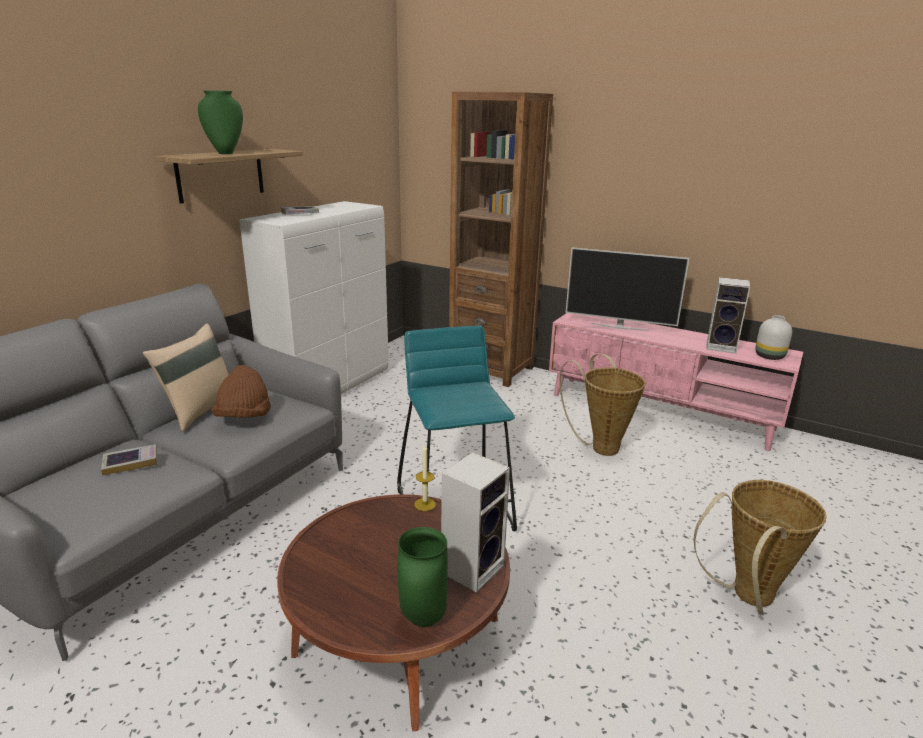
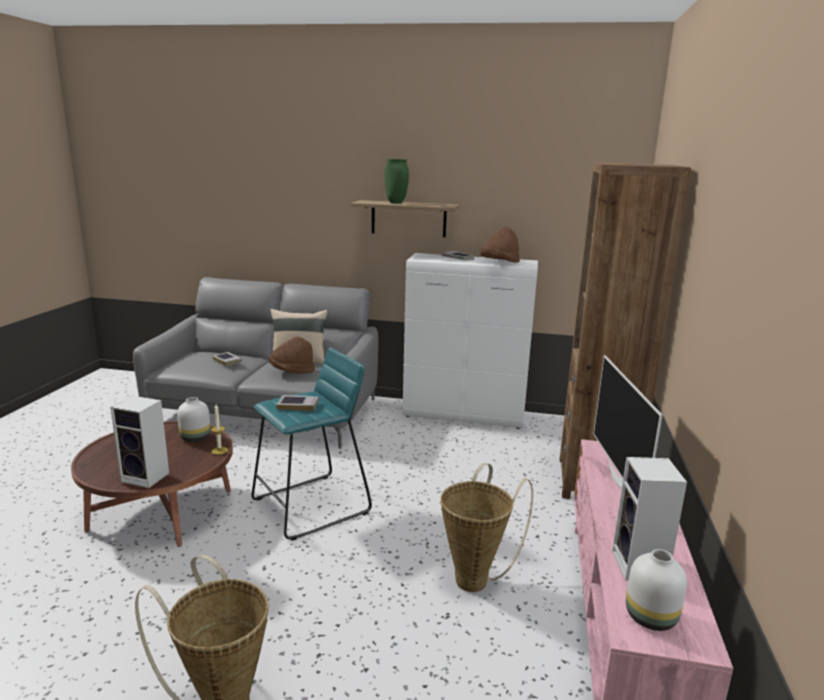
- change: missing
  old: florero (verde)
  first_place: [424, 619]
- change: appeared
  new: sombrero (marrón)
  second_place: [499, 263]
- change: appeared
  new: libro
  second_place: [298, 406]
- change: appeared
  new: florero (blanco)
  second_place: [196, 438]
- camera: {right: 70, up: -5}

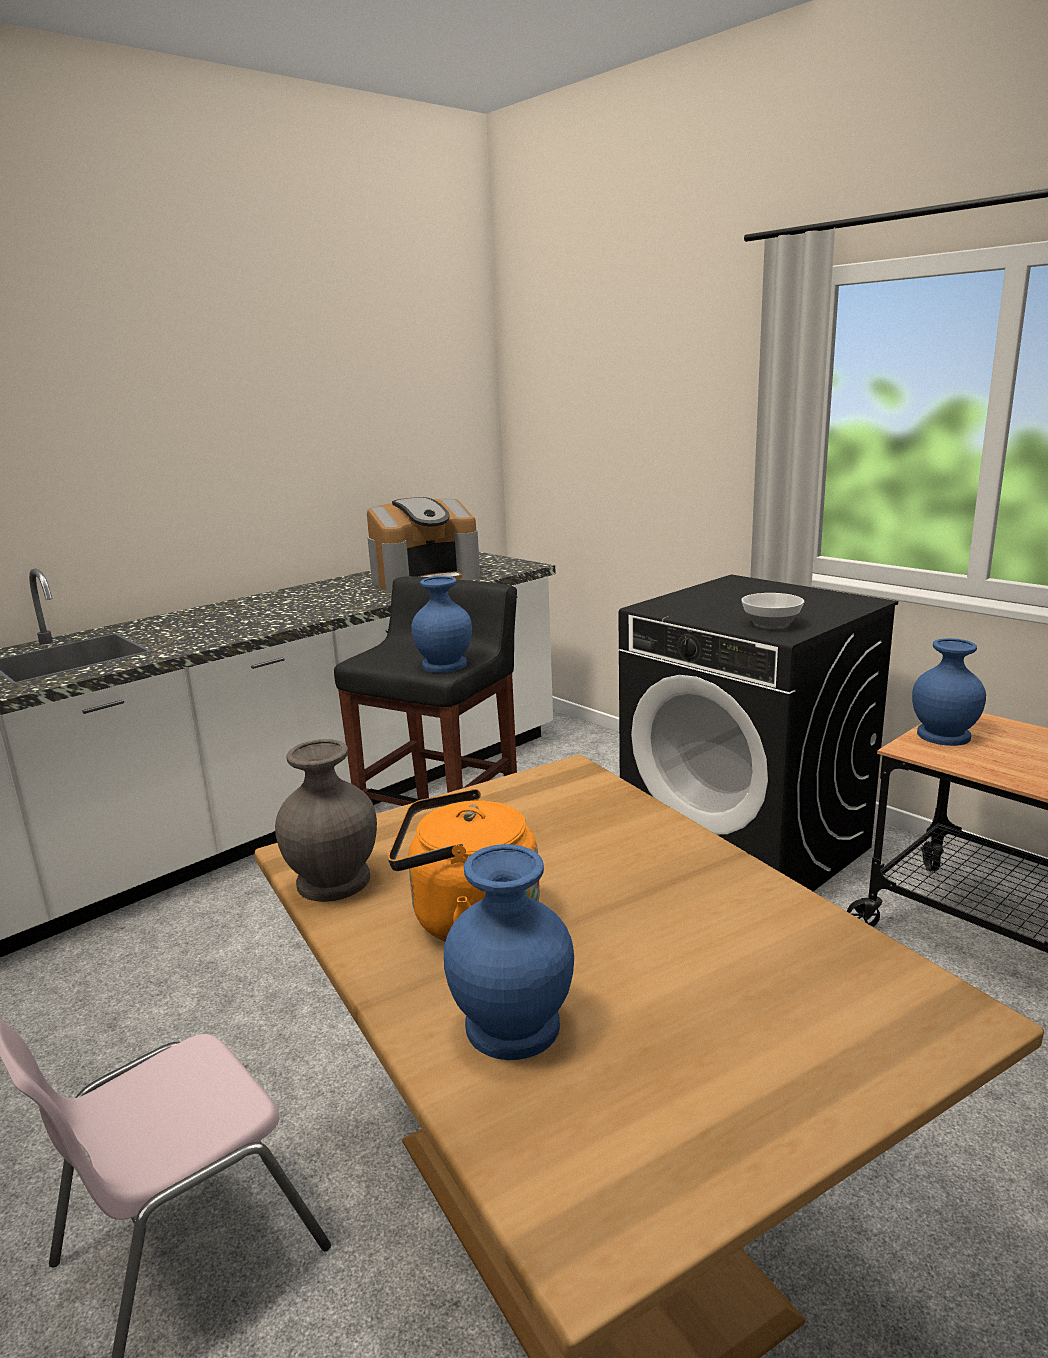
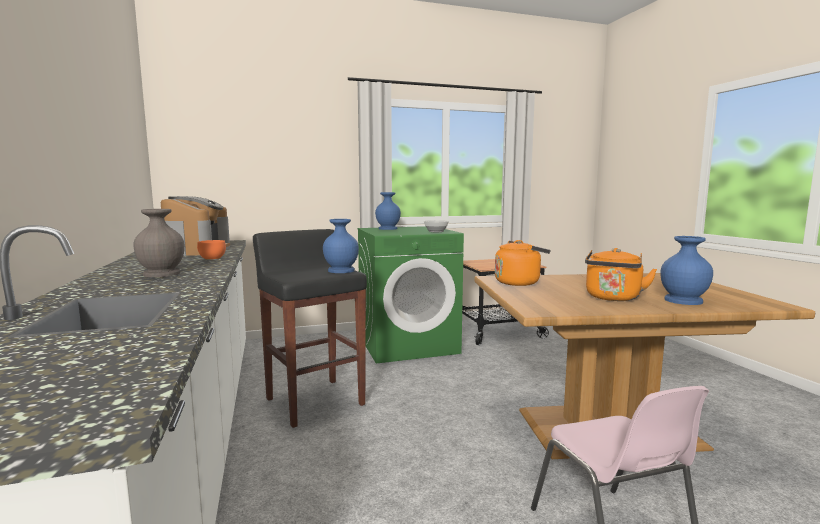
- change: colour
  old: lavadora (negro)
  new: lavadora (verde)
  first_place: [746, 848]
  second_place: [408, 344]
- change: relocated
  old: florero (azul)
  first_place: [943, 735]
  second_place: [387, 228]
- change: relocated
  old: florero (gris)
  first_place: [332, 882]
  second_place: [162, 274]
- change: appeared
  new: cuenco (naranja)
  second_place: [213, 259]
- change: appeared
  new: hervidor (naranja)
  second_place: [519, 282]
- camera: {right: -65, up: -10}

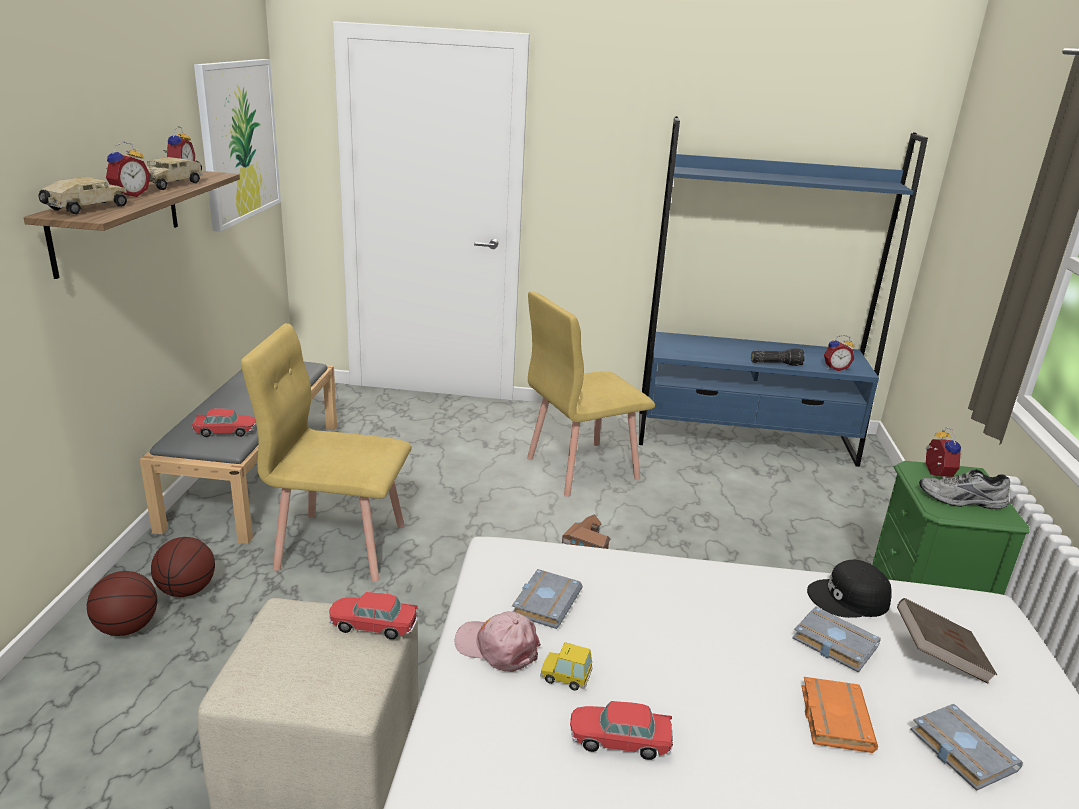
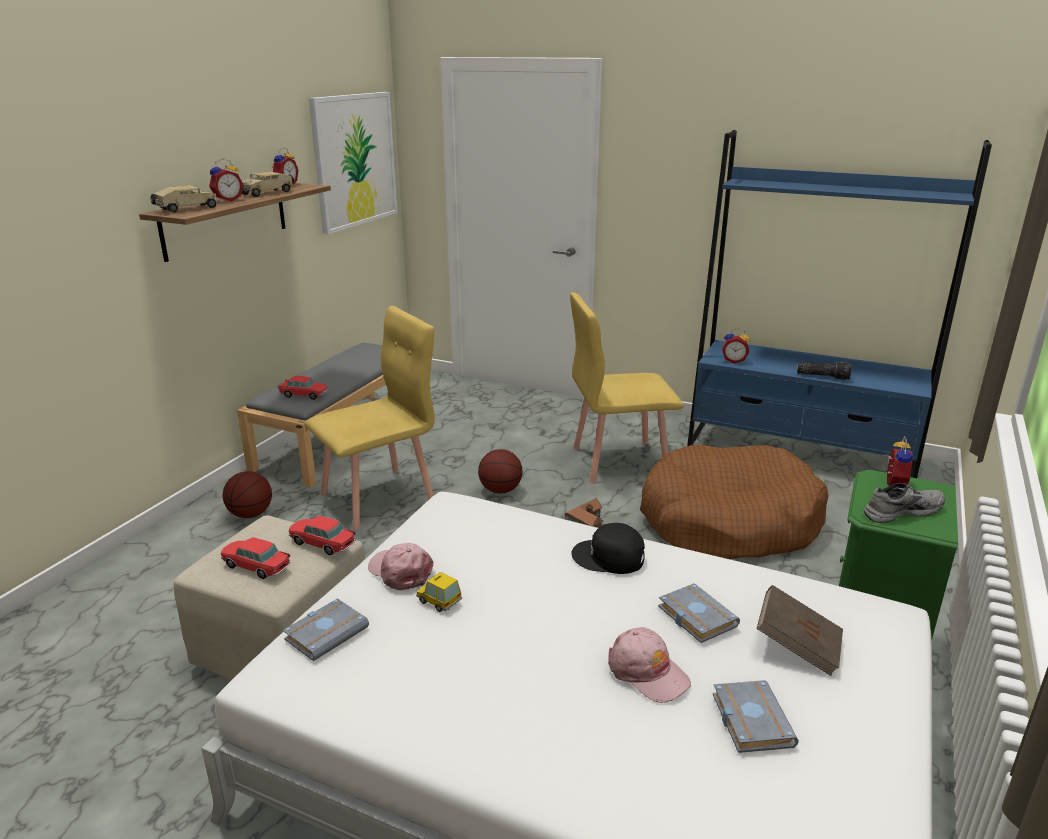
- change: spun
  old: silla (amarillo)
  first_place: [340, 545]
  second_place: [379, 497]
  degrees: 120
- change: relocated
  old: despertador
  first_place: [835, 368]
  second_place: [734, 361]
- change: spun
  old: zapato (gris)
  first_place: [962, 500]
  second_place: [901, 510]
  degrees: 135
- change: relocated
  old: gorra (negro)
  first_place: [849, 599]
  second_place: [609, 557]
- change: relocated
  old: libro (gris)
  first_place: [545, 602]
  second_place: [326, 632]
- change: relocated
  old: balón de baloncesto
  first_place: [127, 628]
  second_place: [500, 490]
- change: exchanged
  old: libro (naranja)
  new: gorra (rosa)
  first_place: [832, 717]
  second_place: [647, 672]
- change: relocated
  old: coche de juguete
  first_place: [620, 740]
  second_place: [256, 566]
- change: appeared
  new: cama para perro (marrón)
  second_place: [728, 521]
- camera: {right: 20, up: 0}

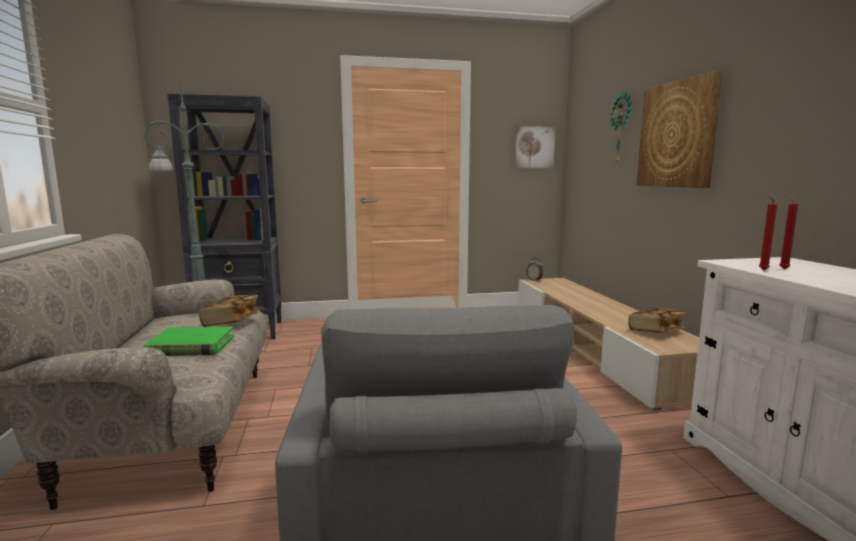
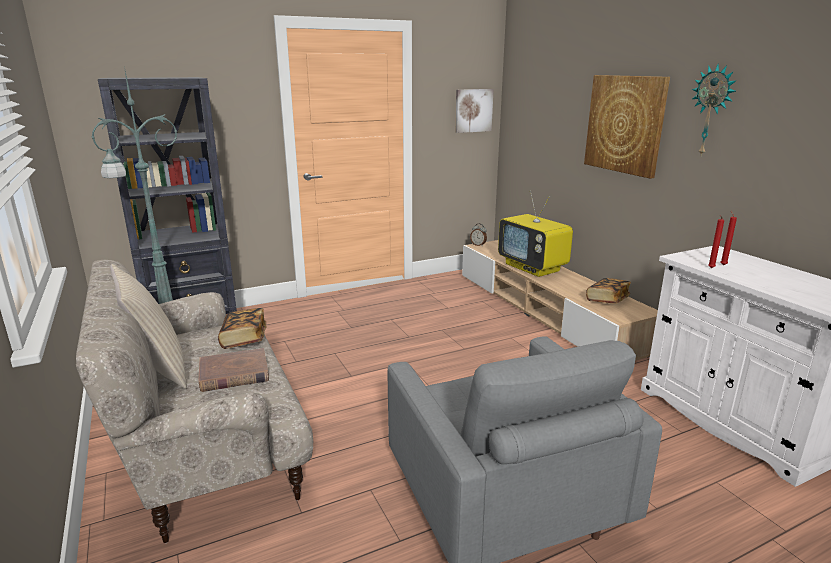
- change: relocated
  old: reloj de pared
  first_place: [622, 128]
  second_place: [711, 111]
- change: colour
  old: libro (verde)
  new: libro (marrón)
  first_place: [191, 346]
  second_place: [234, 373]
- change: appeared
  new: televisor
  second_place: [533, 267]
- change: appeared
  new: cojín (beis)
  second_place: [156, 370]
- camera: {right: -15, up: 10}

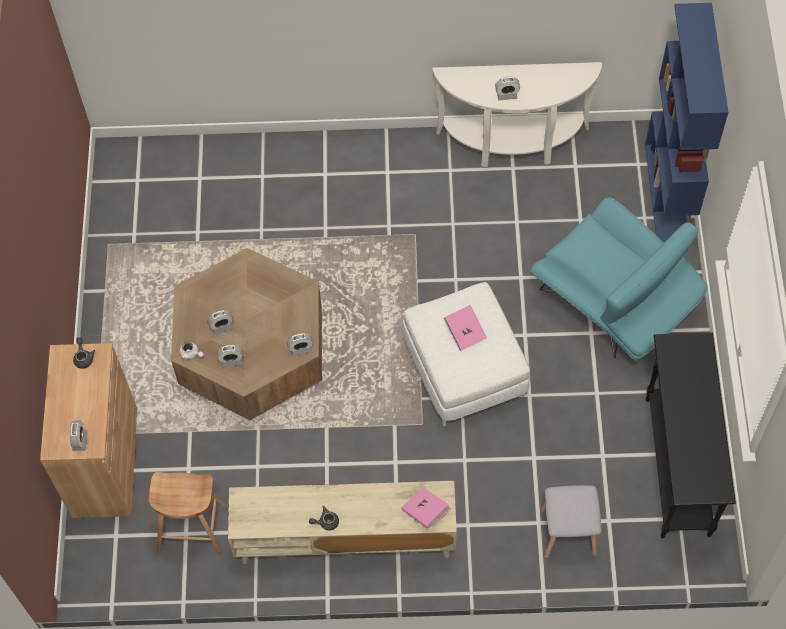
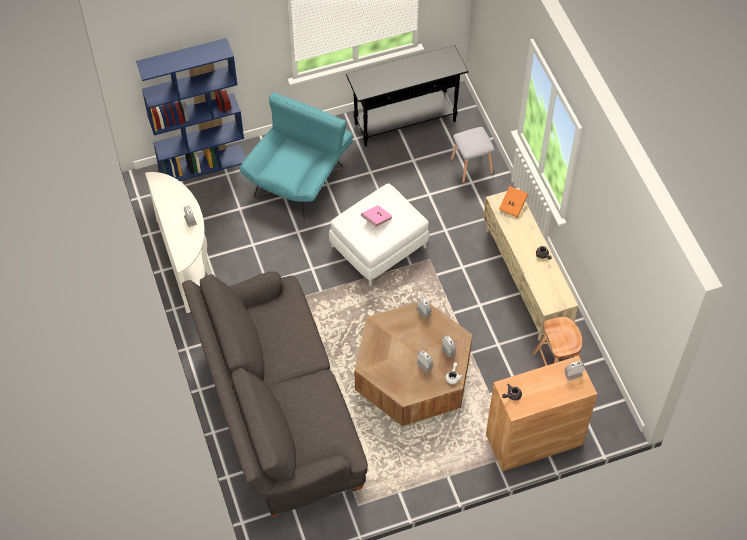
- change: colour
  old: libro (rosa)
  new: libro (naranja)
  first_place: [425, 512]
  second_place: [513, 206]
- change: appeared
  new: sofá (gris)
  second_place: [278, 412]
- camera: {right: -110, up: -5}

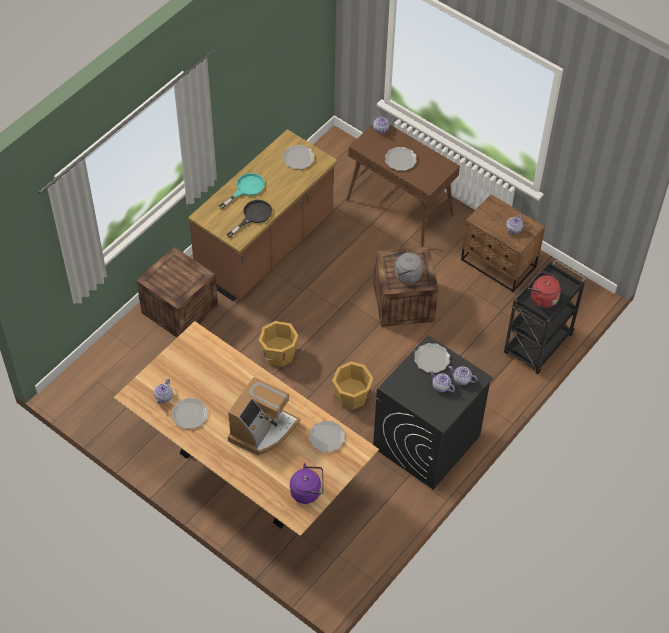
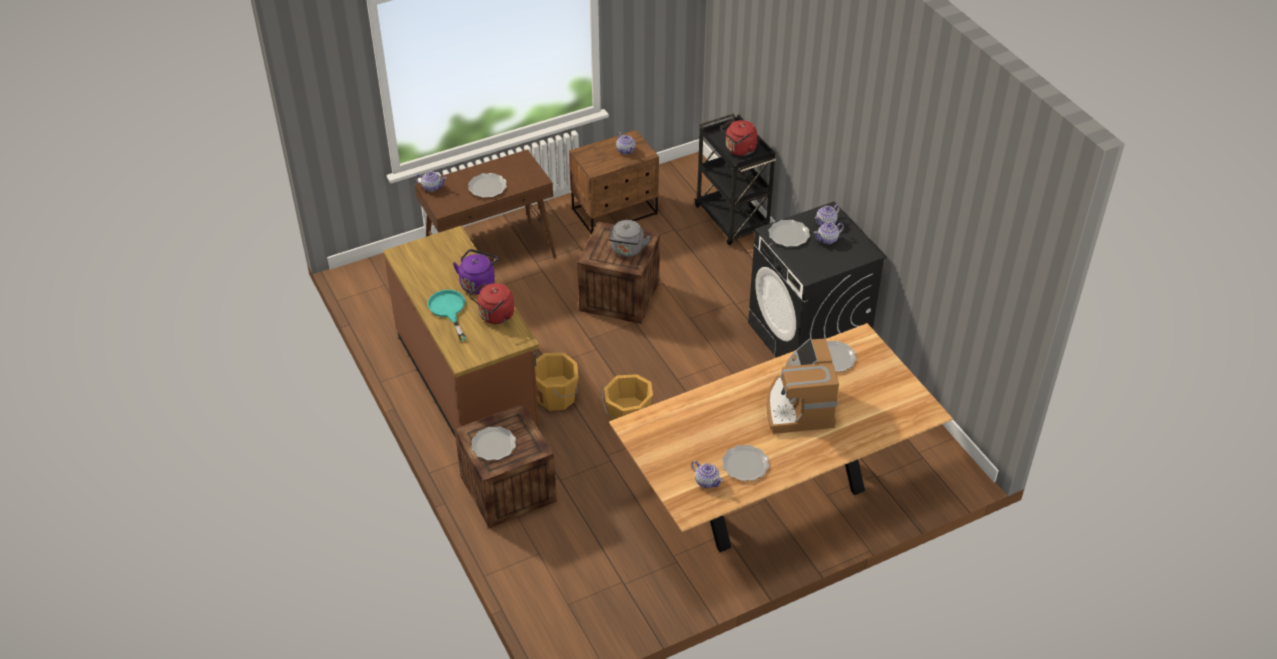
- change: relocated
  old: plato
  first_place: [298, 158]
  second_place: [494, 445]
- change: exchanged
  old: sartén (negro)
  new: hervidor (rojo)
  first_place: [253, 216]
  second_place: [495, 316]
- change: relocated
  old: cubo (naranja)
  first_place: [352, 397]
  second_place: [557, 397]
- change: spun
  old: cafetera
  first_place: [263, 430]
  second_place: [798, 407]
  degrees: -150
- change: relocated
  old: hervidor (morado)
  first_place: [307, 492]
  second_place: [478, 283]
- camera: {right: -65, up: -10}

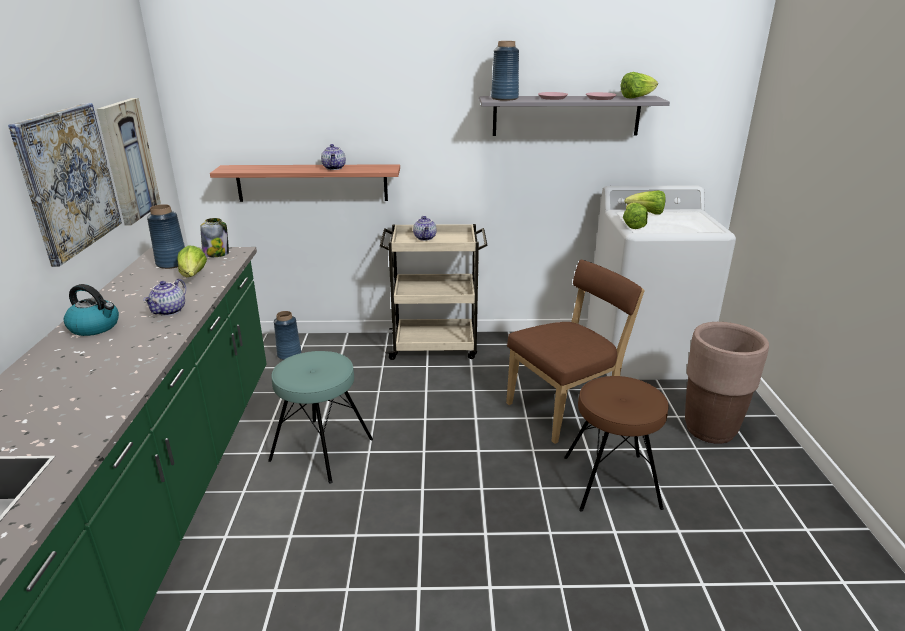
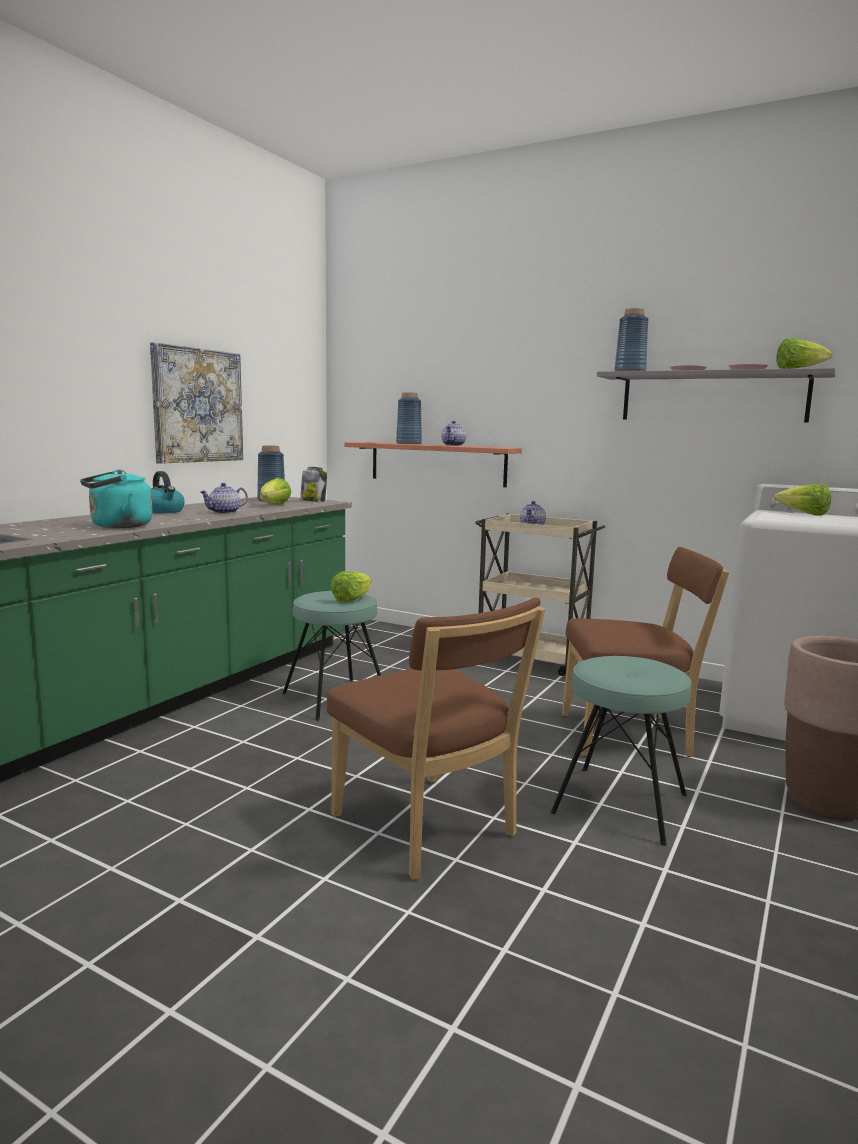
- change: missing
  old: cuadro
  first_place: [128, 160]
- change: relocated
  old: lechuga
  first_place: [632, 225]
  second_place: [352, 599]
- change: relocated
  old: florero (azul)
  first_place: [289, 355]
  second_place: [409, 443]
- change: colour
  old: taburete (marrón)
  new: taburete (turquesa)
  first_place: [611, 482]
  second_place: [620, 804]
- change: appeared
  new: hervidor (turquesa)
  second_place: [118, 526]
- change: appeared
  new: silla (marrón)
  second_place: [428, 829]
- camera: {right: 30, up: -15}

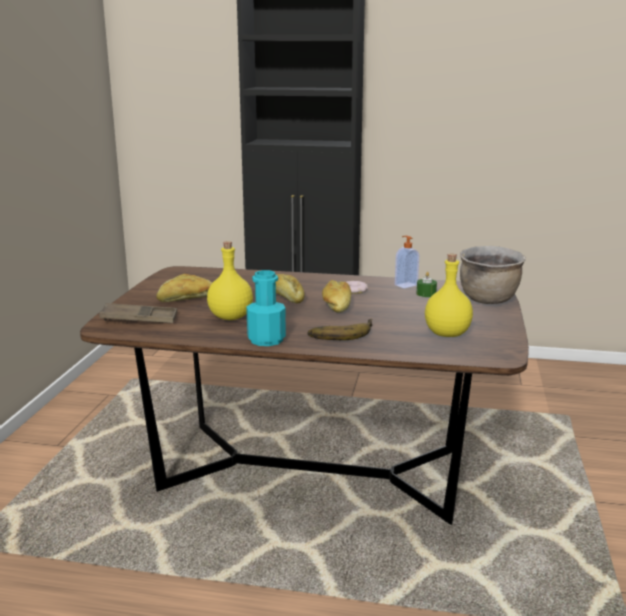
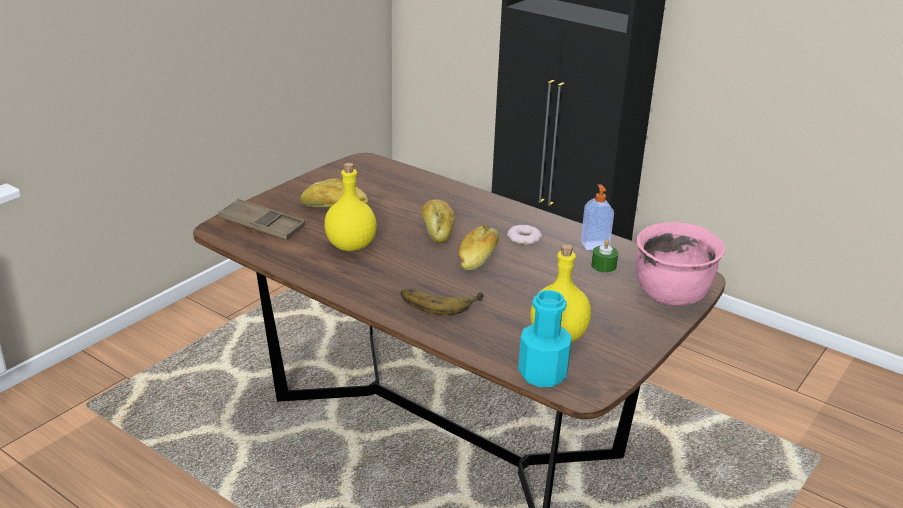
- change: colour
  old: olla (marrón)
  new: olla (rosa)
  first_place: [489, 300]
  second_place: [671, 296]
- change: relocated
  old: botella (turquesa)
  first_place: [266, 340]
  second_place: [542, 374]
- camera: {right: 25, up: 10}

